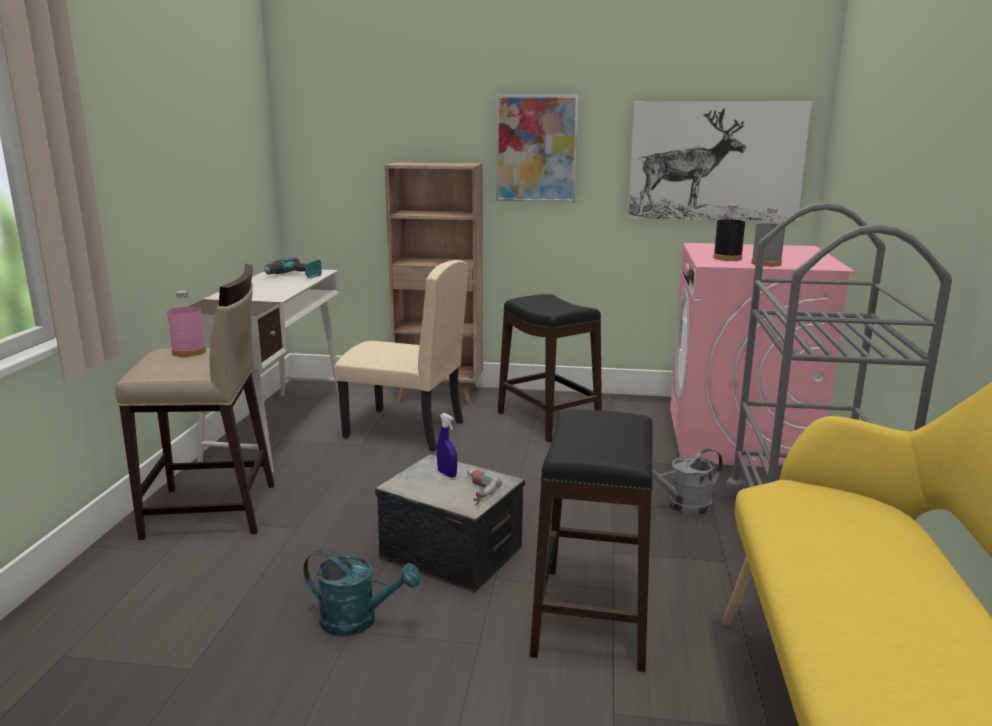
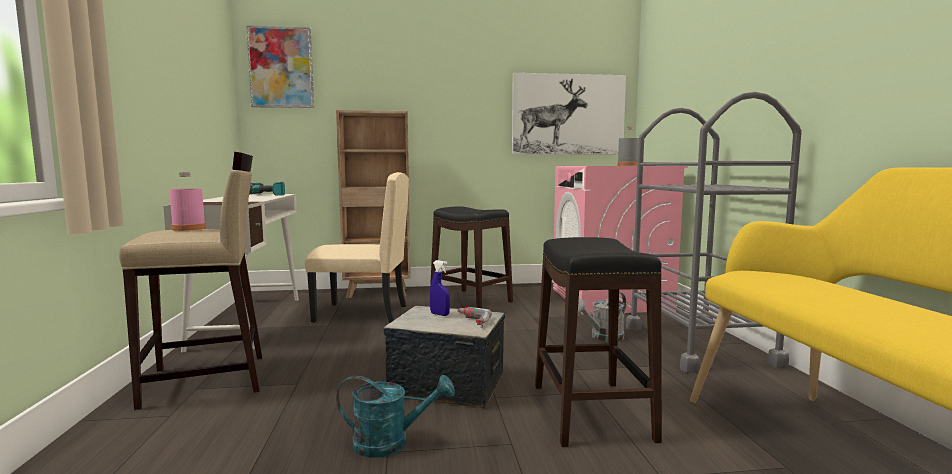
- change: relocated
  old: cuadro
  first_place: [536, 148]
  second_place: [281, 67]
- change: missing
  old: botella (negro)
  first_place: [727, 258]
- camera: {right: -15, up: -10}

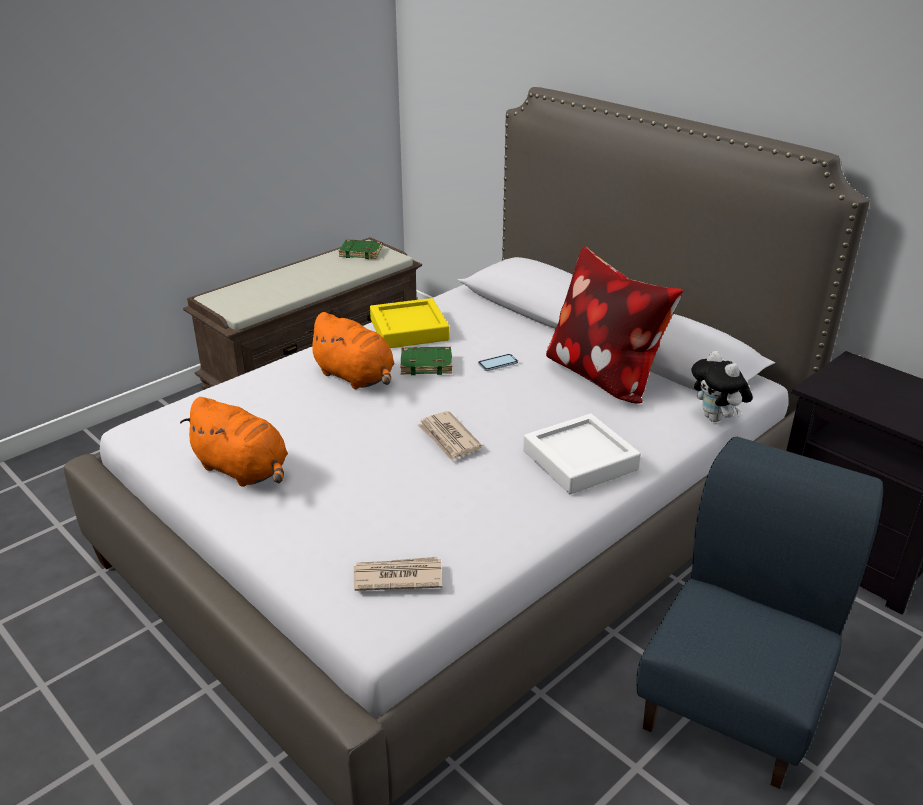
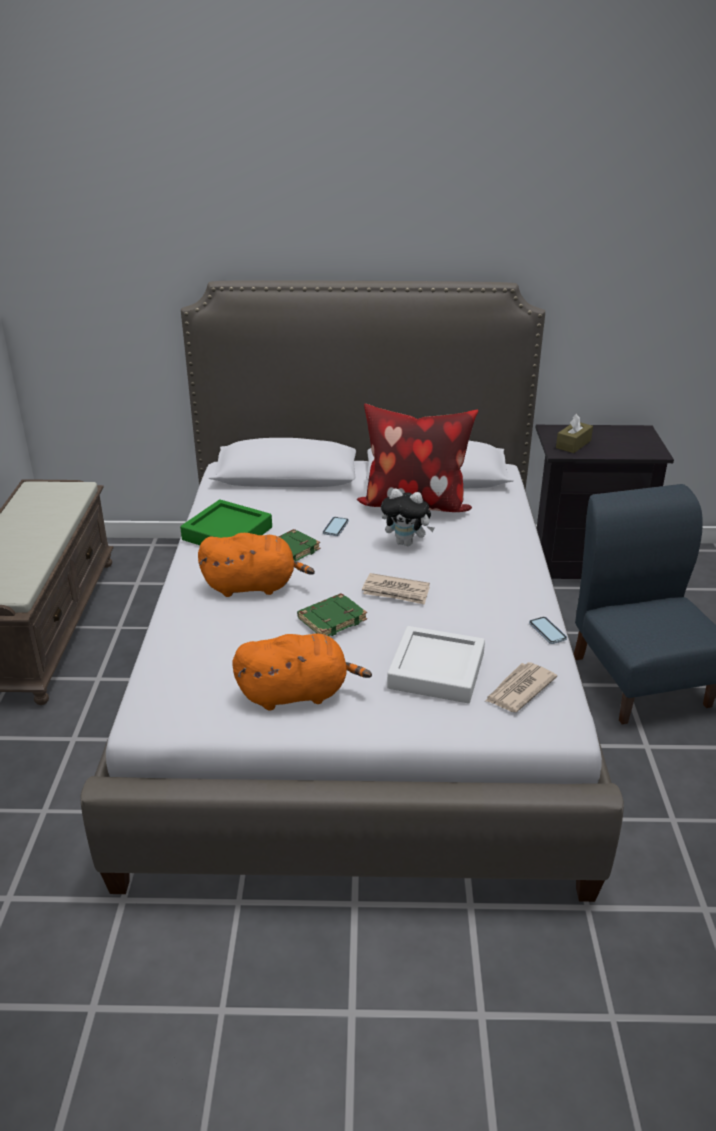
- change: relocated
  old: libro (verde)
  first_place: [361, 252]
  second_place: [332, 619]
- change: colour
  old: bandeja (amarillo)
  new: bandeja (verde)
  first_place: [409, 330]
  second_place: [227, 533]
- change: relocated
  old: peluche
  first_place: [716, 418]
  second_place: [406, 543]
- change: relocated
  old: bandeja (blanco)
  first_place: [580, 460]
  second_place: [436, 671]
- change: appeared
  new: caja de pañuelos (marrón)
  second_place: [573, 444]
- change: appeared
  new: móvil
  second_place: [547, 631]
- camera: {right: -45, up: 0}

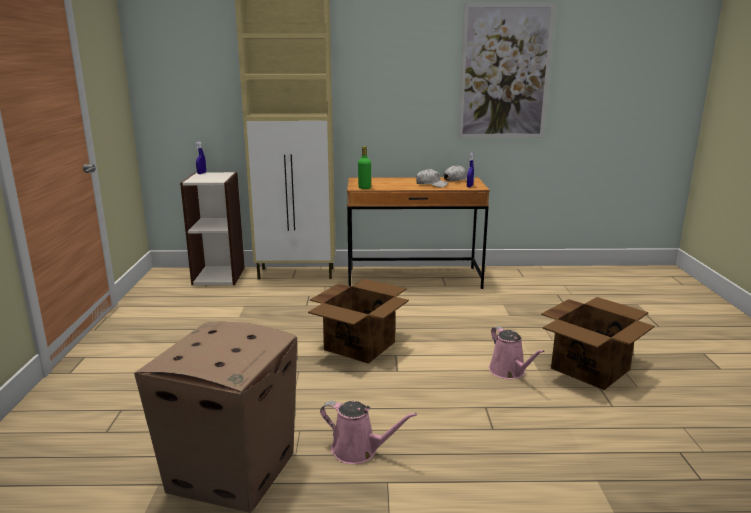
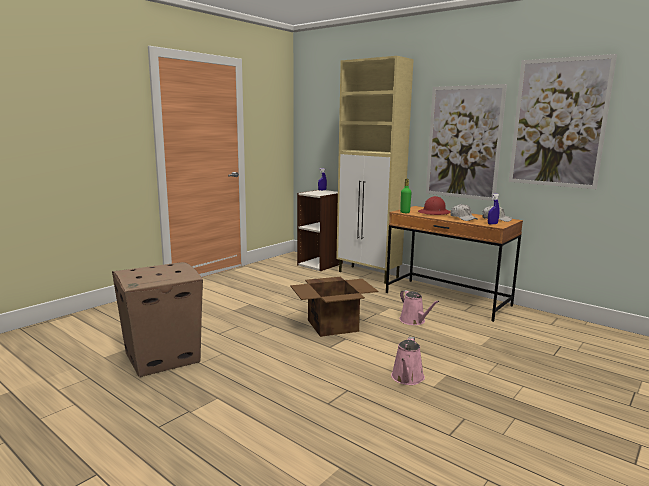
- change: missing
  old: caja de cartón
  first_place: [591, 368]
- change: relocated
  old: regadera (rosa)
  first_place: [358, 450]
  second_place: [414, 321]
- change: appeared
  new: cuadro
  second_place: [463, 142]
- change: appeared
  new: casco (rojo)
  second_place: [434, 213]
- camera: {right: 40, up: -5}

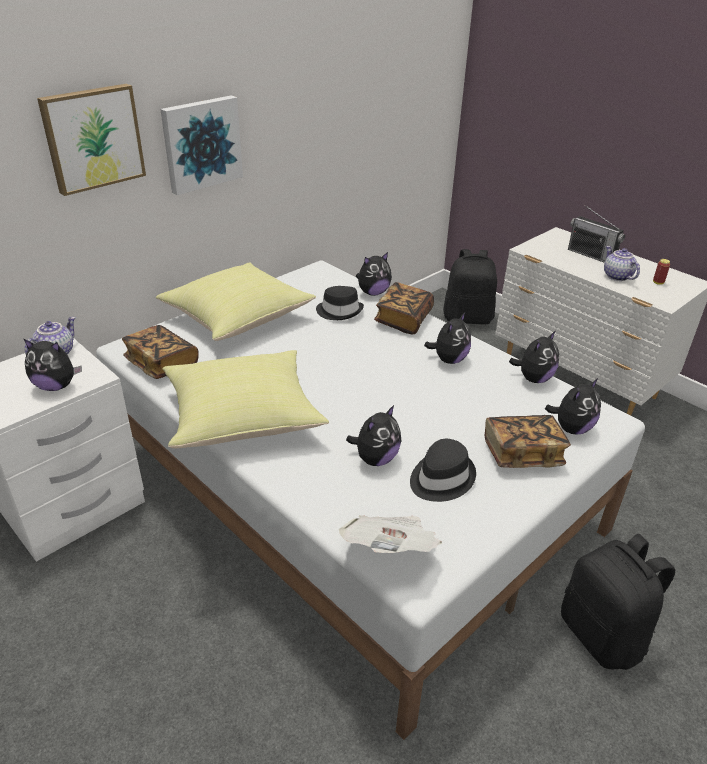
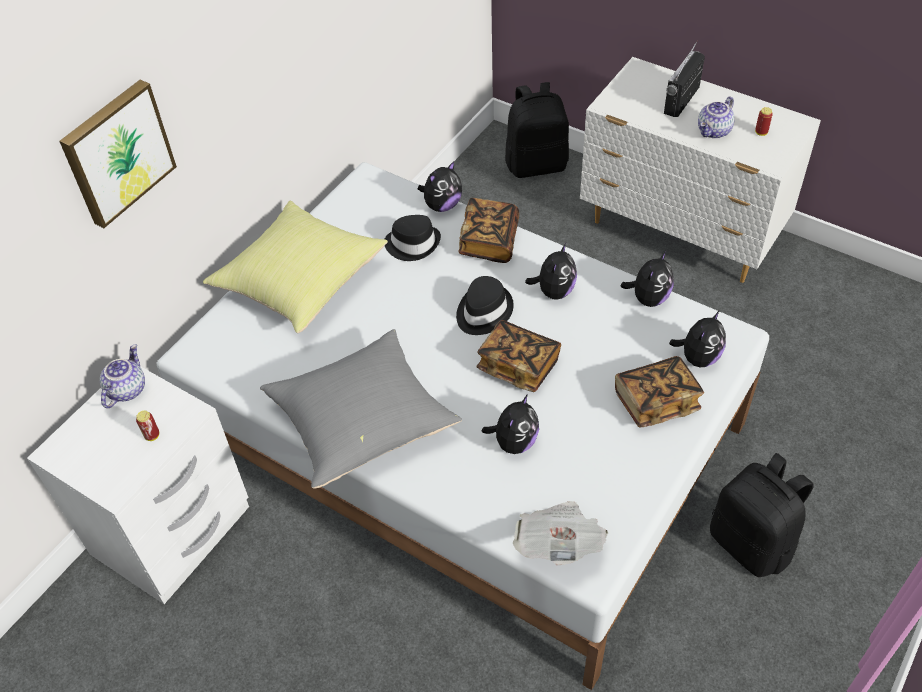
- change: missing
  old: cuadro
  first_place: [201, 144]
- change: spun
  old: radio
  first_place: [591, 255]
  second_place: [681, 100]
  degrees: 90
- change: spun
  old: tetera
  first_place: [616, 276]
  second_place: [714, 131]
  degrees: -105
- change: relocated
  old: libro
  first_place: [162, 364]
  second_place: [518, 366]
- change: exchanged
  old: peluche
  new: lata
  first_place: [56, 386]
  second_place: [152, 435]
- change: colour
  old: cojín (amarillo)
  new: cojín (gris)
  first_place: [243, 418]
  second_place: [362, 422]
- change: relocated
  old: sombrero (negro)
  first_place: [440, 478]
  second_place: [483, 311]
- camera: {right: -10, up: 15}

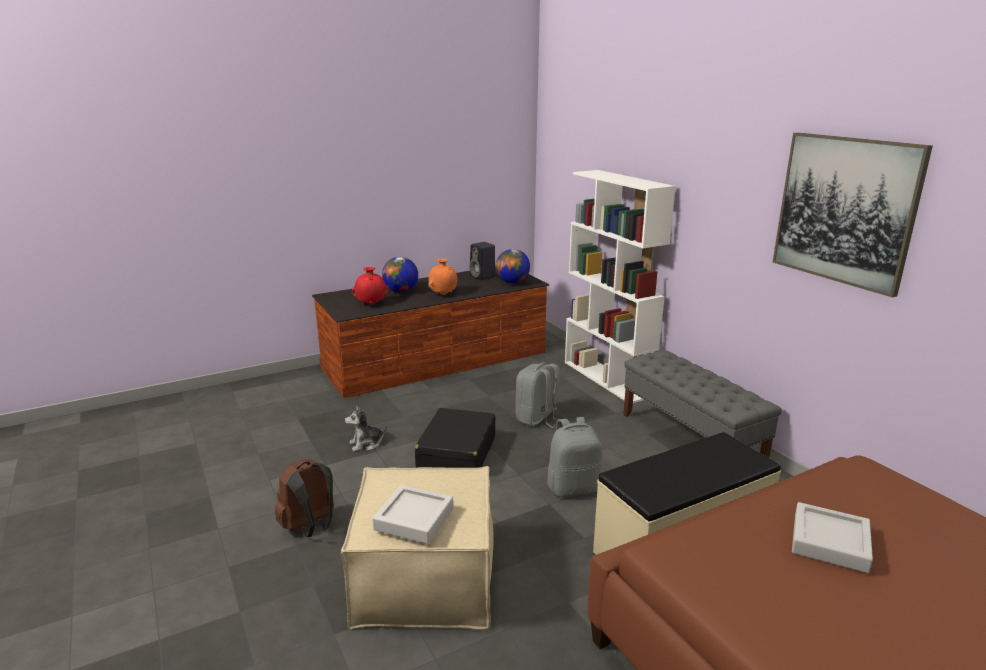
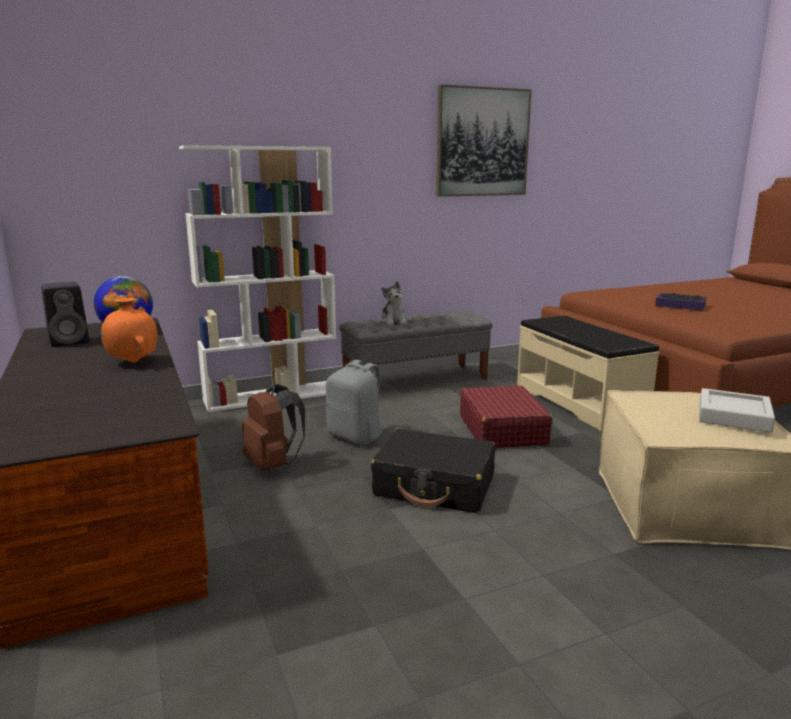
- change: missing
  old: globo terráqueo
  first_place: [401, 292]
- change: missing
  old: florero (rojo)
  first_place: [371, 304]
- change: relocated
  old: peluche
  first_place: [366, 444]
  second_place: [393, 321]
- change: exchanged
  old: mochila (gris)
  new: maleta (rojo)
  first_place: [573, 488]
  second_place: [502, 430]
- change: relocated
  old: mochila (marrón)
  first_place: [310, 527]
  second_place: [273, 465]
- change: exchanged
  old: bandeja (gris)
  new: libro
  first_place: [829, 542]
  second_place: [680, 305]
- camera: {right: -85, up: -5}

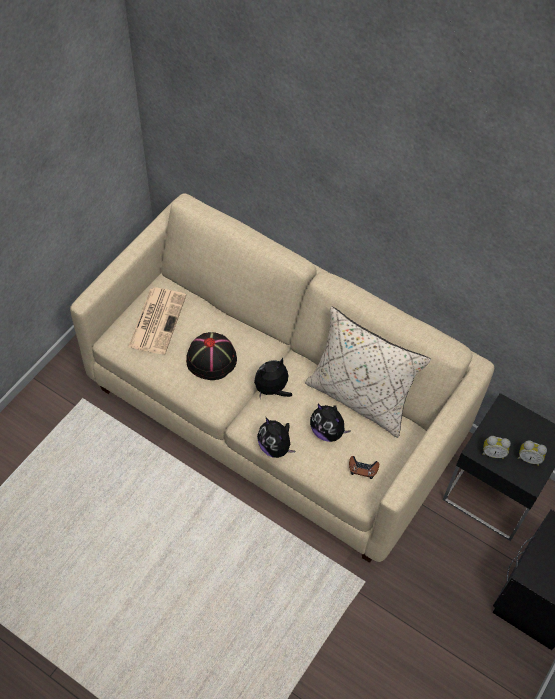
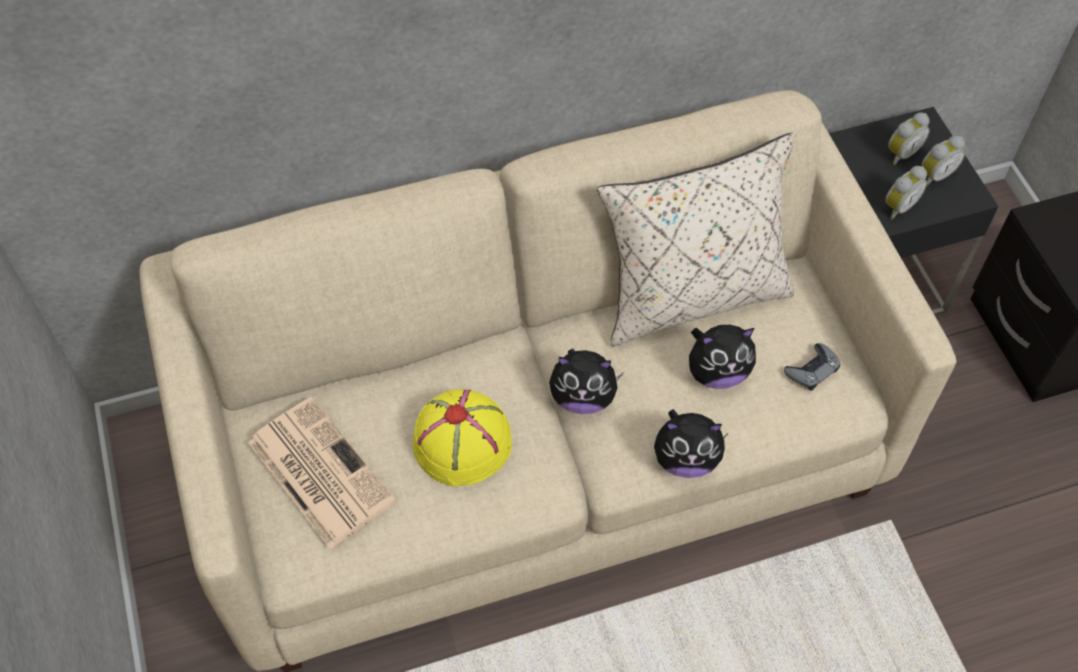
- change: colour
  old: sombrero (negro)
  new: sombrero (amarillo)
  first_place: [212, 359]
  second_place: [463, 441]
- change: spun
  old: peluche
  first_place: [272, 389]
  second_place: [583, 397]
  degrees: -90
- change: colour
  old: mando de consola (marrón)
  new: mando de consola (gris)
  first_place: [363, 468]
  second_place: [812, 370]
- change: appeared
  new: despertador
  second_place: [900, 153]
- camera: {right: -50, up: 0}

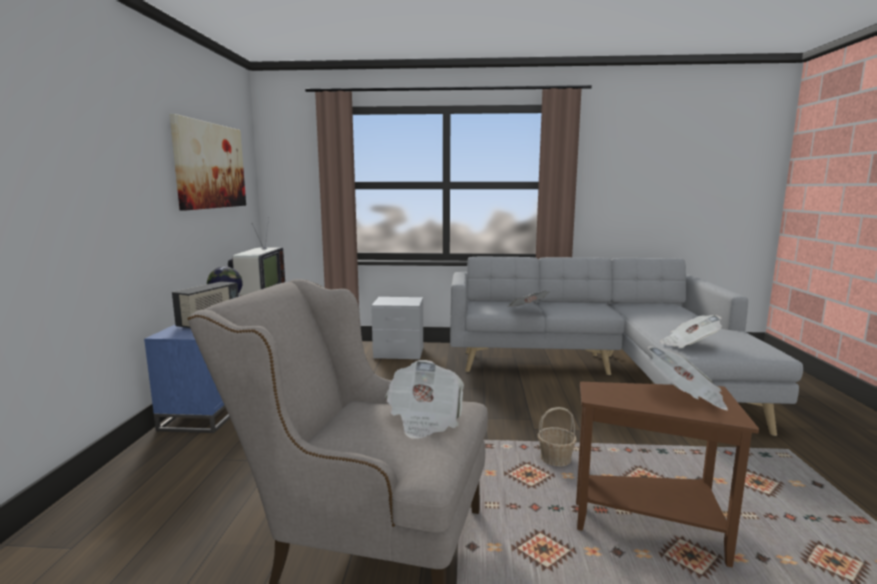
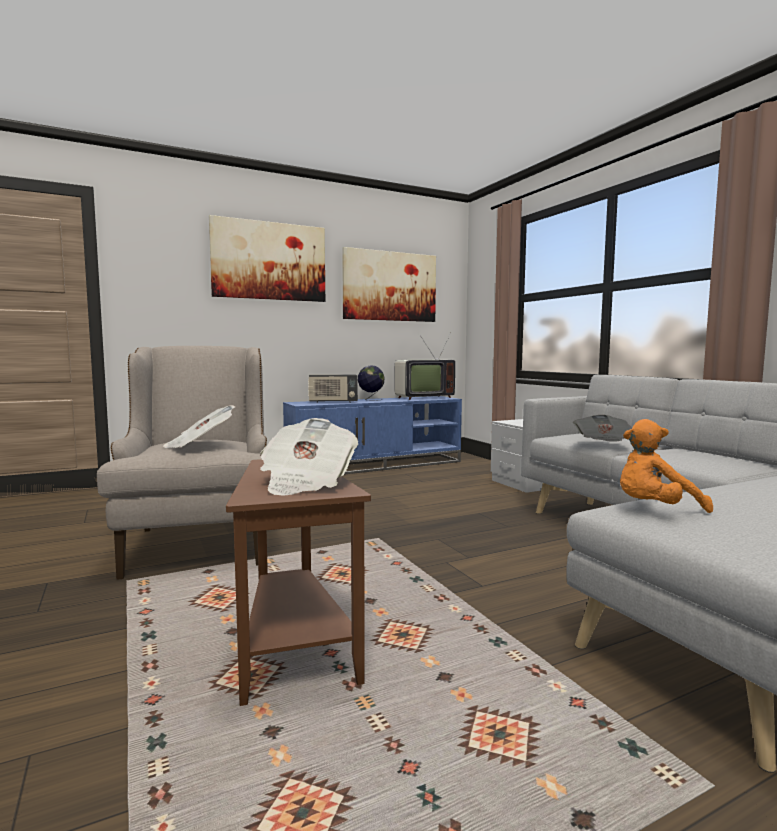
- change: exchanged
  old: periódico
  new: peluche (naranja)
  first_place: [688, 345]
  second_place: [655, 510]
- change: missing
  old: cesta
  first_place: [556, 459]
- change: appeared
  new: cuadro
  second_place: [269, 261]
- camera: {right: 60, up: -5}

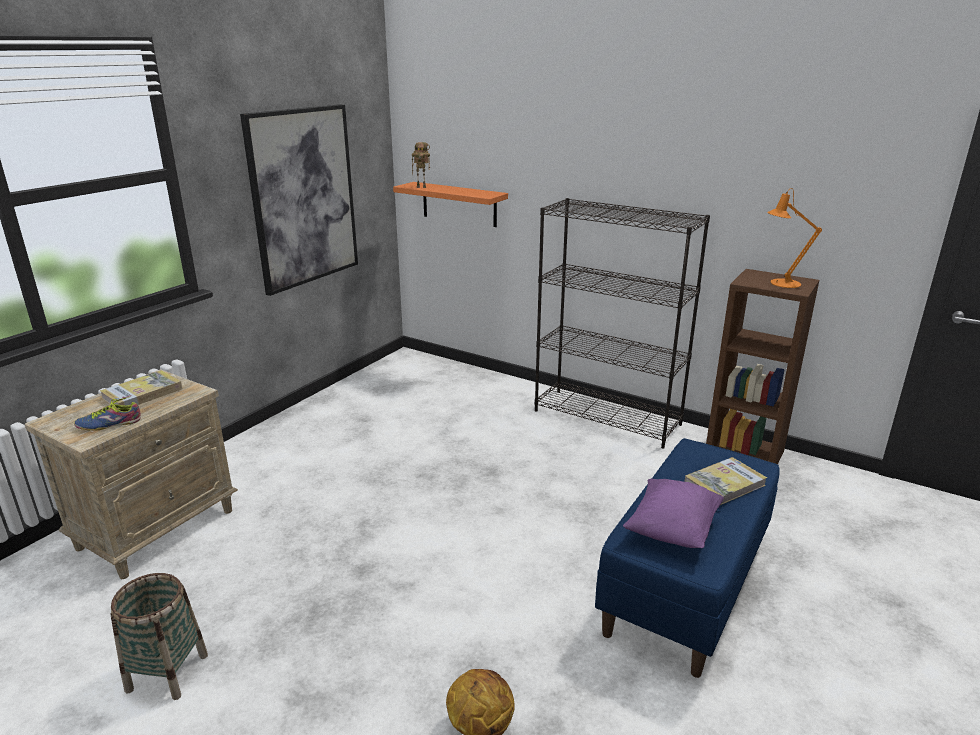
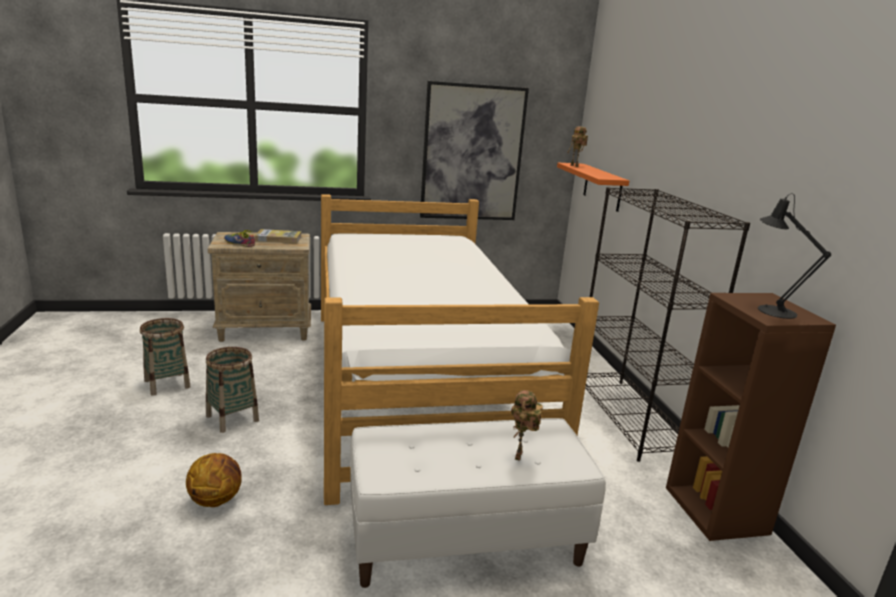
- change: colour
  old: lámpara de mesa (naranja)
  new: lámpara de mesa (negro)
  first_place: [781, 283]
  second_place: [771, 310]
- change: colour
  old: banco (azul)
  new: banco (blanco)
  first_place: [685, 585]
  second_place: [466, 540]
- change: exchanged
  old: libro
  new: robot de juguete
  first_place: [724, 484]
  second_place: [520, 456]
- change: missing
  old: cojín (morado)
  first_place: [672, 530]
- change: appeared
  new: cama
  second_place: [417, 383]
- change: appeared
  new: cesta
  second_place: [232, 418]
- camera: {right: 45, up: -5}

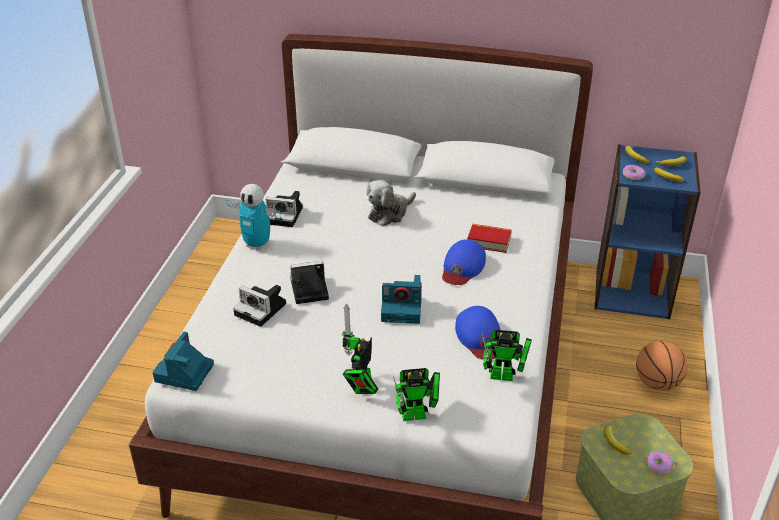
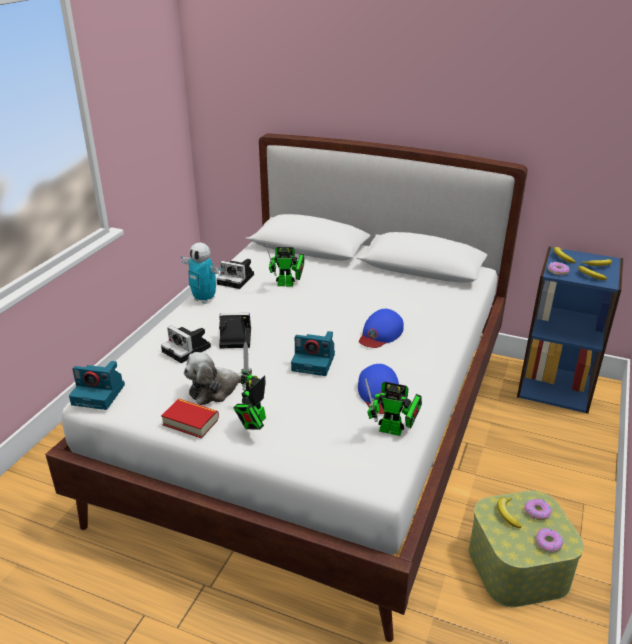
- change: relocated
  old: peluche
  first_place: [389, 213]
  second_place: [216, 389]
- change: relocated
  old: libro
  first_place: [489, 242]
  second_place: [191, 422]
- change: spun
  old: cámara
  first_place: [184, 373]
  second_place: [100, 394]
  degrees: -105
- change: missing
  old: balón de baloncesto
  first_place: [657, 383]
- change: relocated
  old: robot de juguete
  first_place: [418, 415]
  second_place: [288, 284]
- change: appeared
  new: rosquilla
  second_place: [537, 512]
- camera: {right: 10, up: -5}

